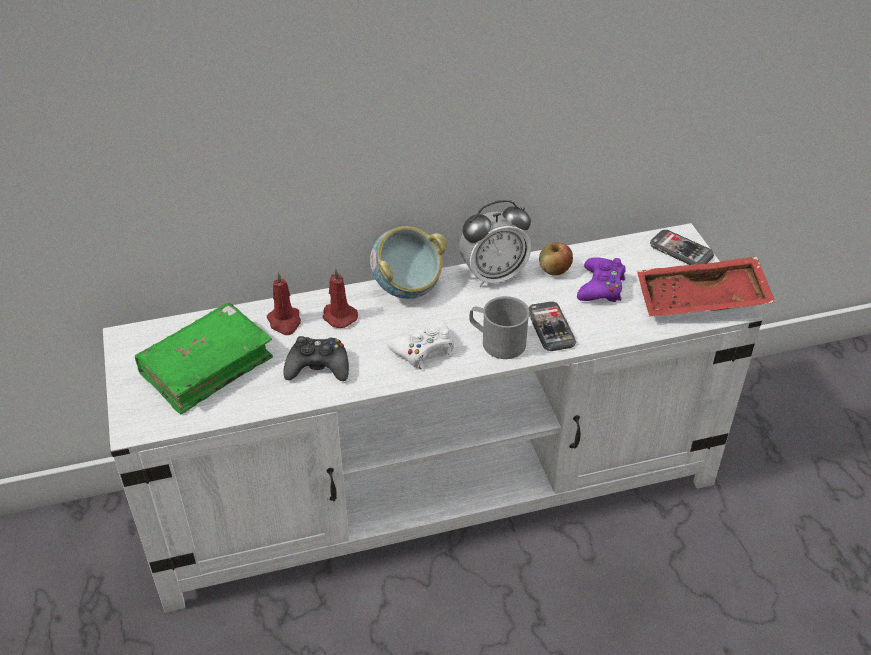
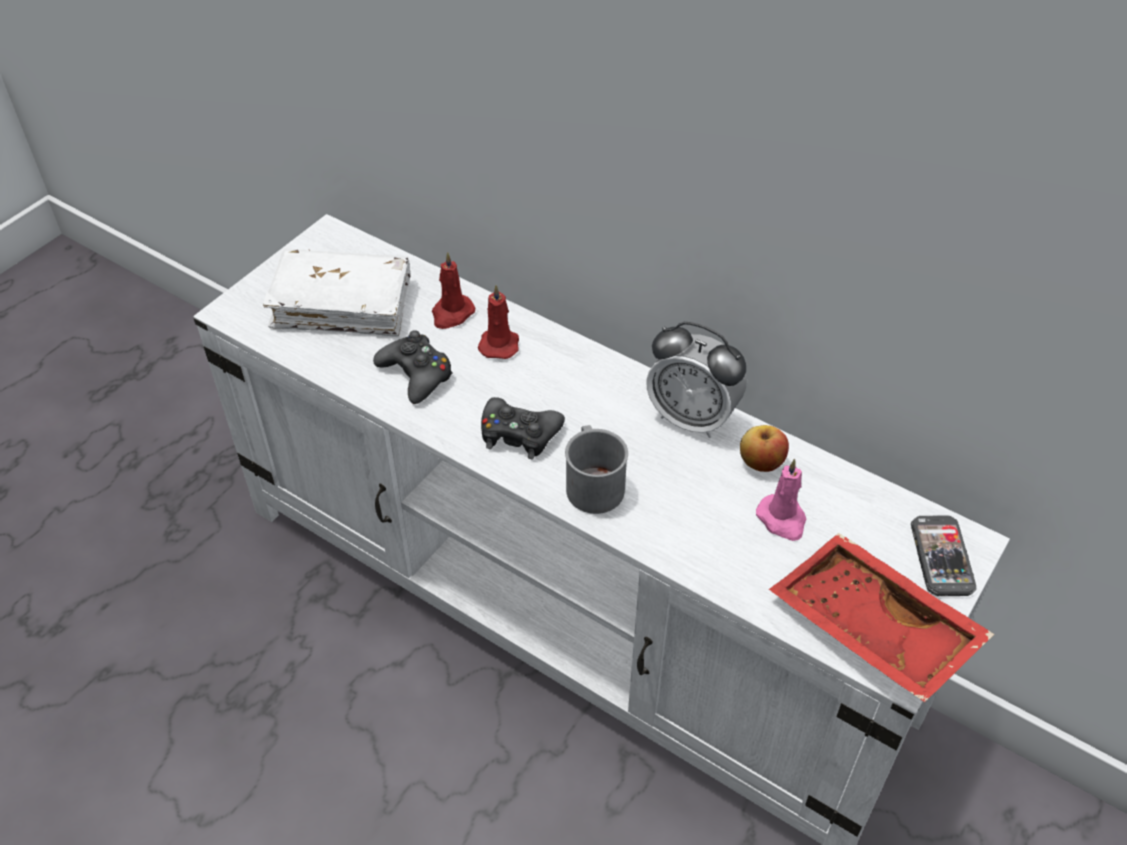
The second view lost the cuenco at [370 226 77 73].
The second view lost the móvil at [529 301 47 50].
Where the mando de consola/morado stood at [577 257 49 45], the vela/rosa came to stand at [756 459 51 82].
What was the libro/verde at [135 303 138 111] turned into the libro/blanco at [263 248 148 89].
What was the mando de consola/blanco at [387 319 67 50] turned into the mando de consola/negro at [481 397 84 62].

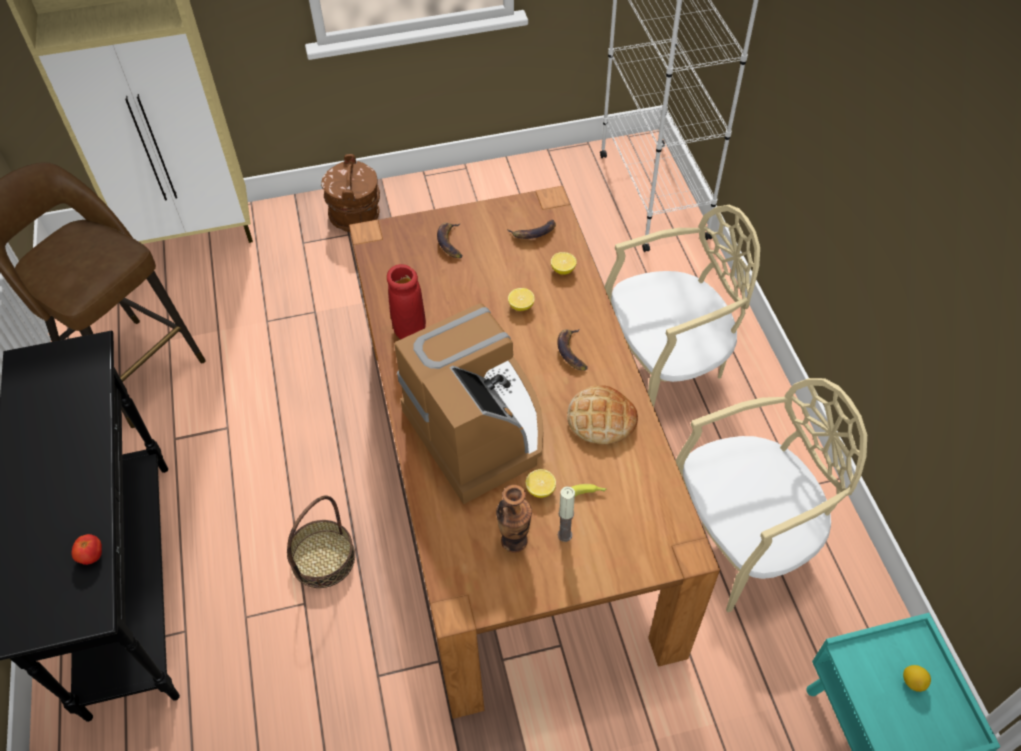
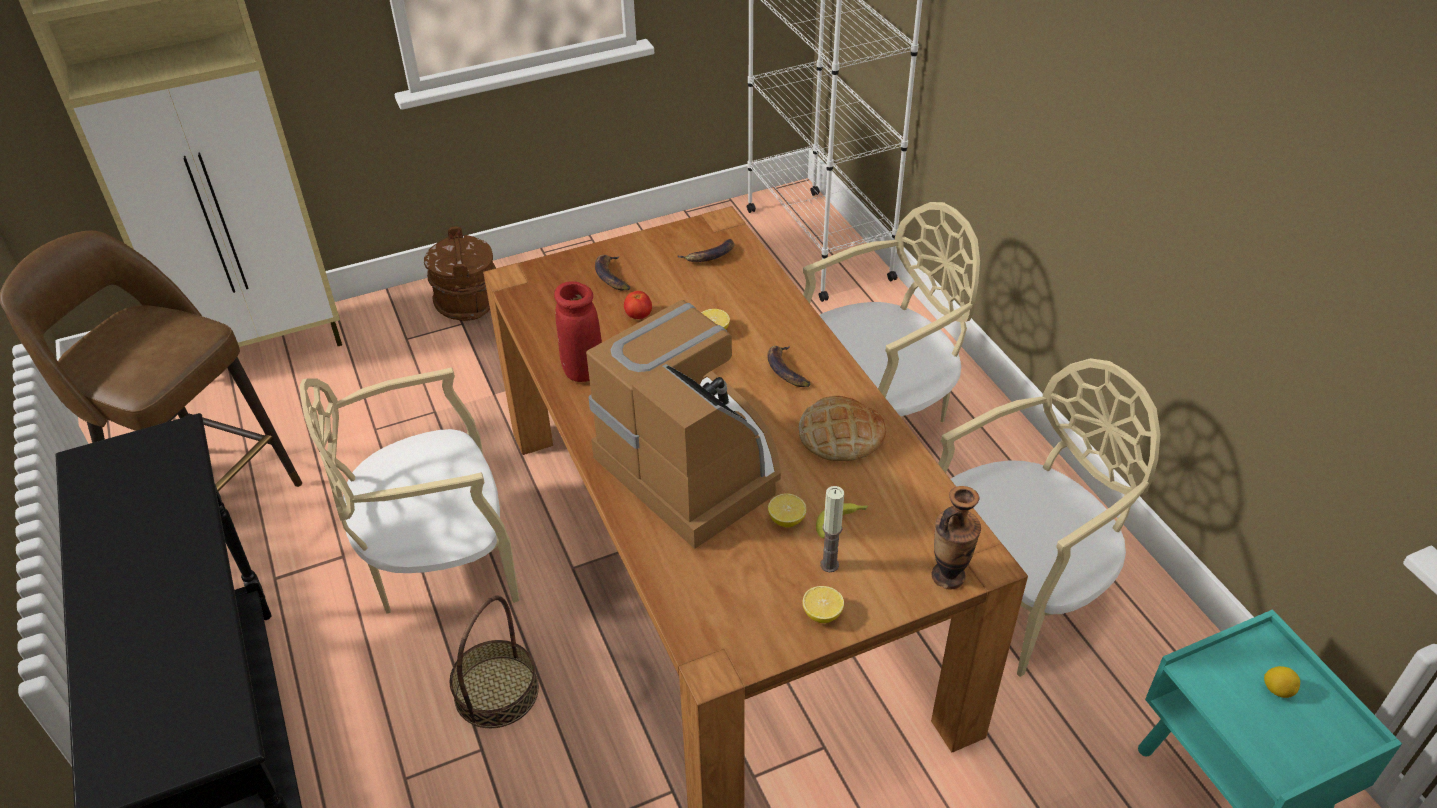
The second view gained the silla/beis at [300 367 219 247].
The tomate ended up elsewhere, having gone from [72 534 30 31] to [624 291 28 28].
The florero ended up elsewhere, having gone from [496 485 36 68] to [932 486 49 103].
The limón ended up elsewhere, having gone from [551 252 26 23] to [802 586 42 37].

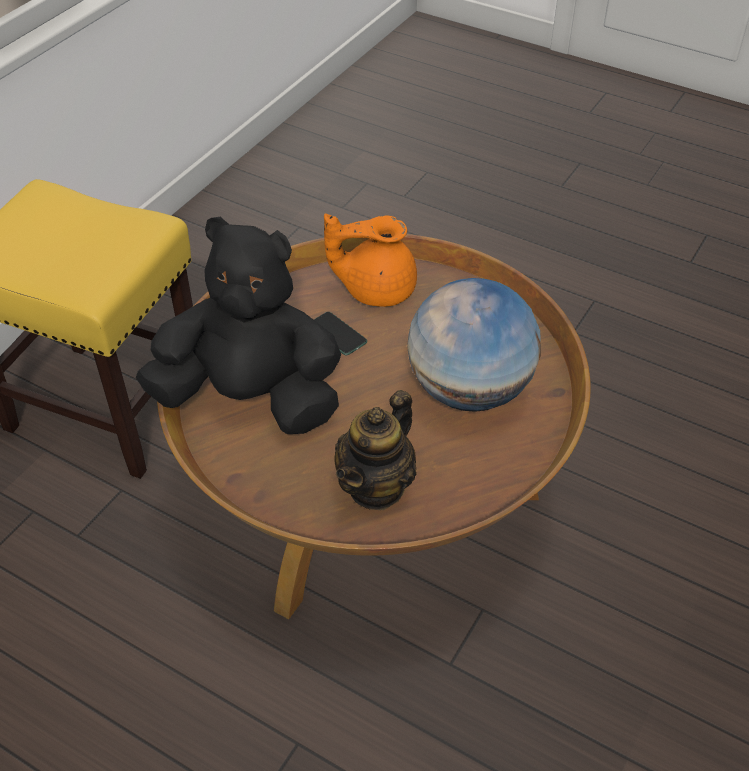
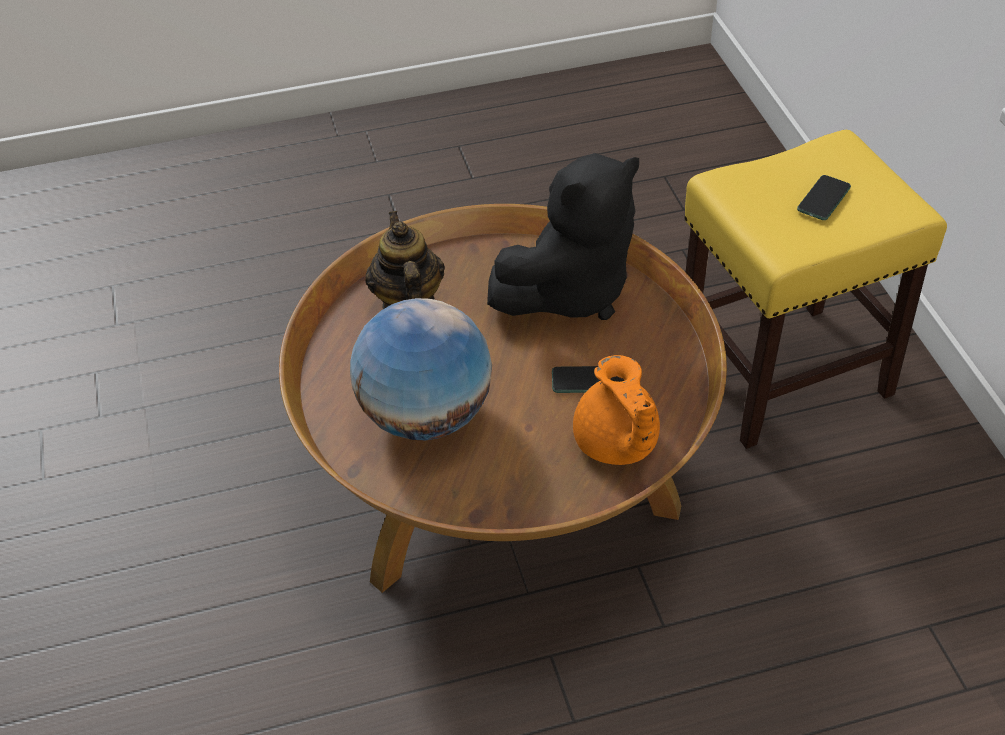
The second view gained the móvil at [797 175 54 45].
The tetera/naranja at [324 213 93 94] ended up facing another way, 120 degrees clockwise from before.

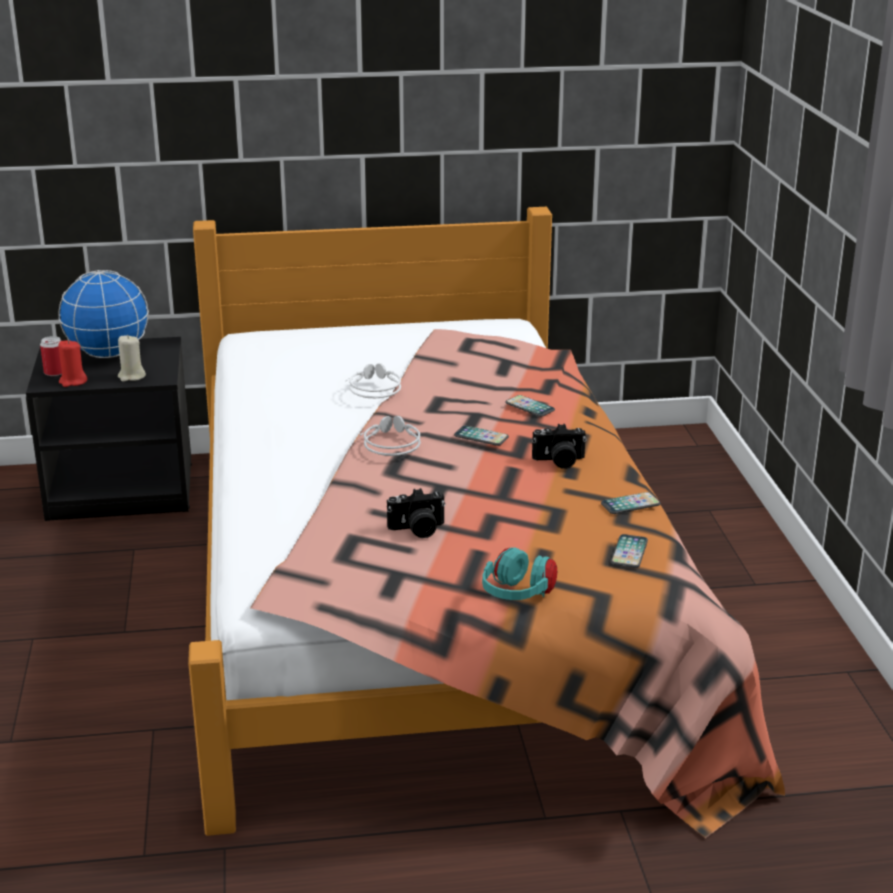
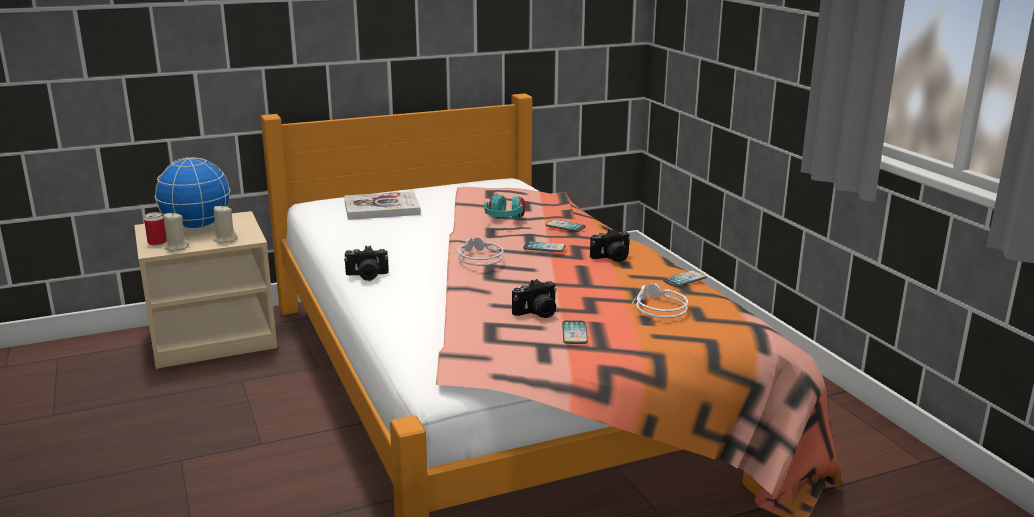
The second view gained the libro at [344 191 77 29].
The second view gained the cámara at [344 245 45 36].
The auriculares/blanco ended up elsewhere, having gone from [345 363 56 35] to [632 283 56 35].
The auriculares/turquesa ended up elsewhere, having gone from [482 547 75 53] to [484 194 41 26].
The móvil ended up elsewhere, having gone from [611 534 37 34] to [562 320 26 24].
What was the mesita de noche/negro at [26 337 166 184] turned into the mesita de noche/beis at [134 211 143 158].
What was the vela/rojo at [58 340 30 47] turned into the vela/beis at [163 213 26 39].

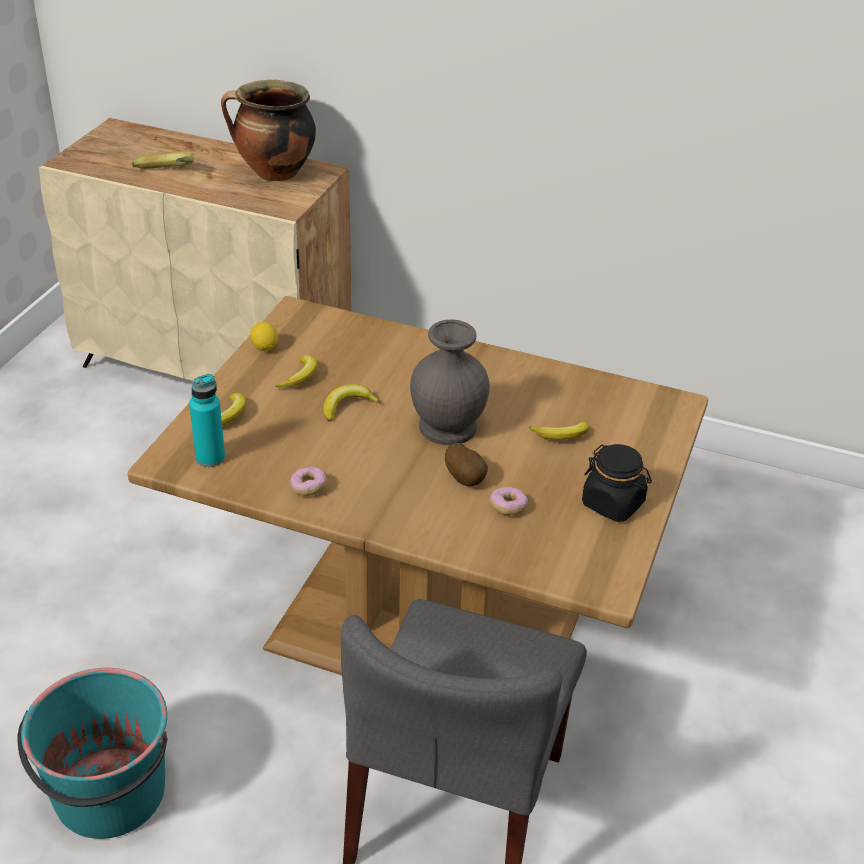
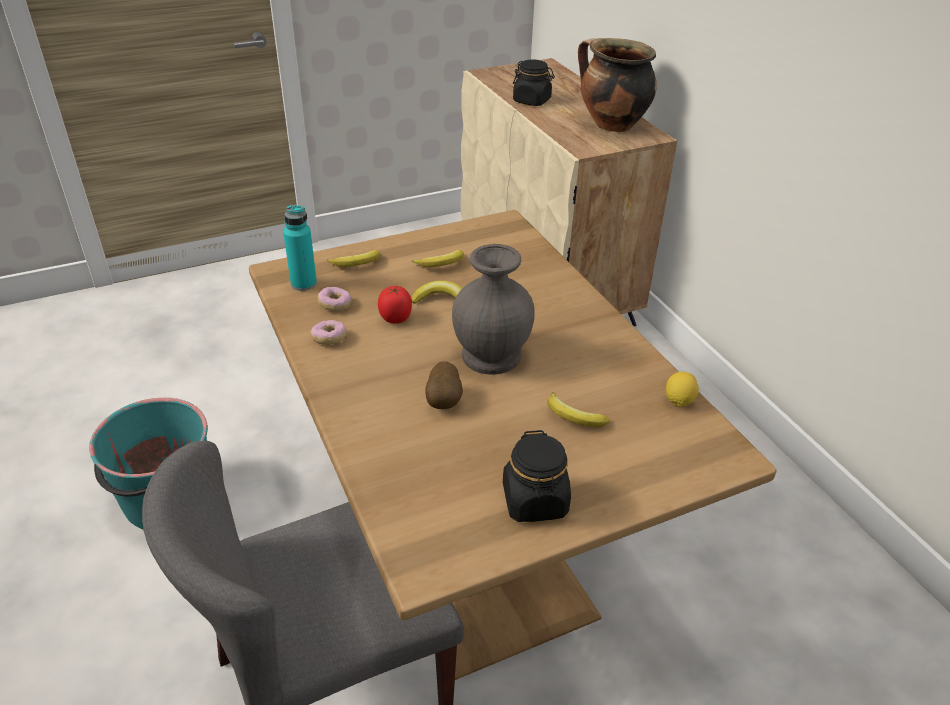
The second view gained the tomate at [378 286 34 38].
The limón ended up elsewhere, having gone from [250 322 28 29] to [666 372 33 35].
The rosquilla ended up elsewhere, having gone from [490 487 38 28] to [318 287 34 24].
Where the plátano stood at [132 151 62 18], the tarro/negro came to stand at [513 59 42 47].

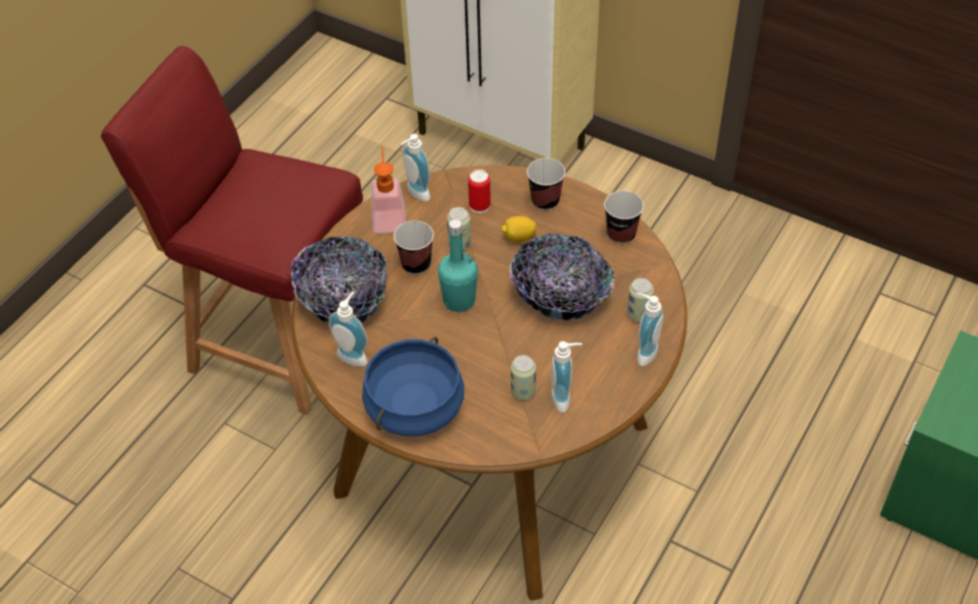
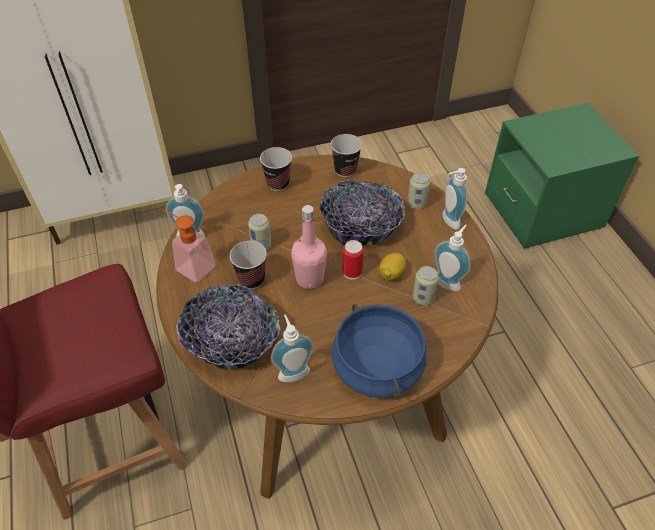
The lata ended up elsewhere, having gone from [468 169 23 44] to [342 240 22 40].
The limón ended up elsewhere, having gone from [501 216 36 26] to [379 253 27 27].
What was the botella/turquesa at [438 219 40 93] turned into the botella/rosa at [291 205 36 84].

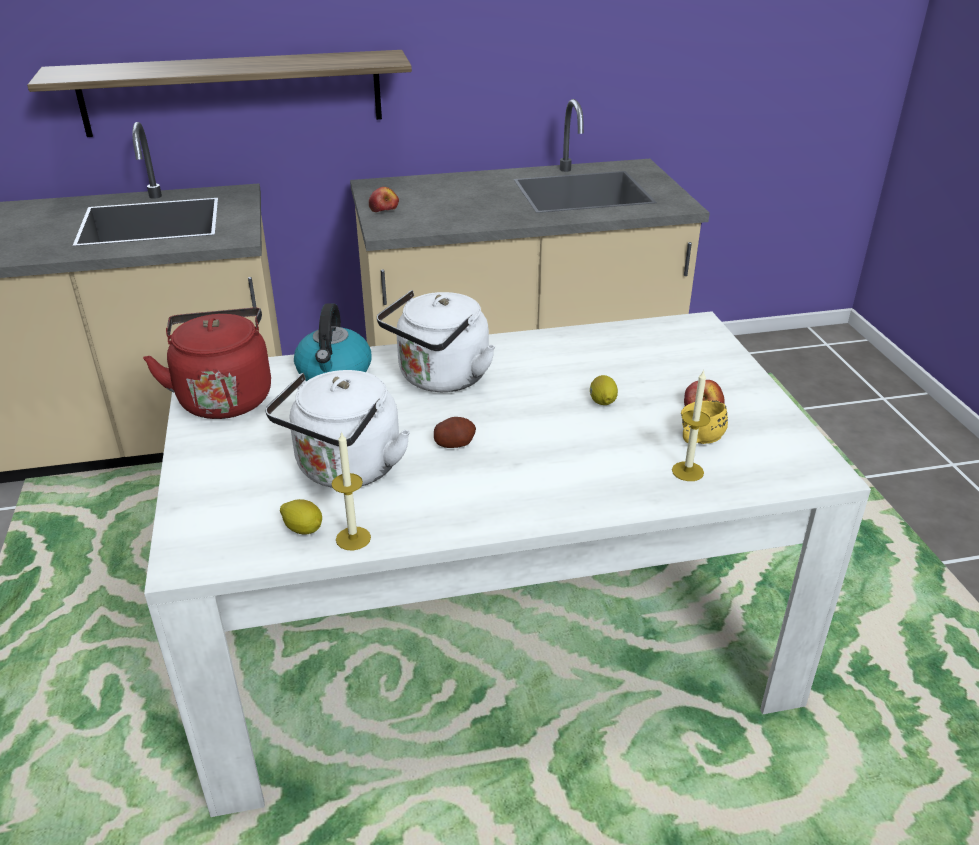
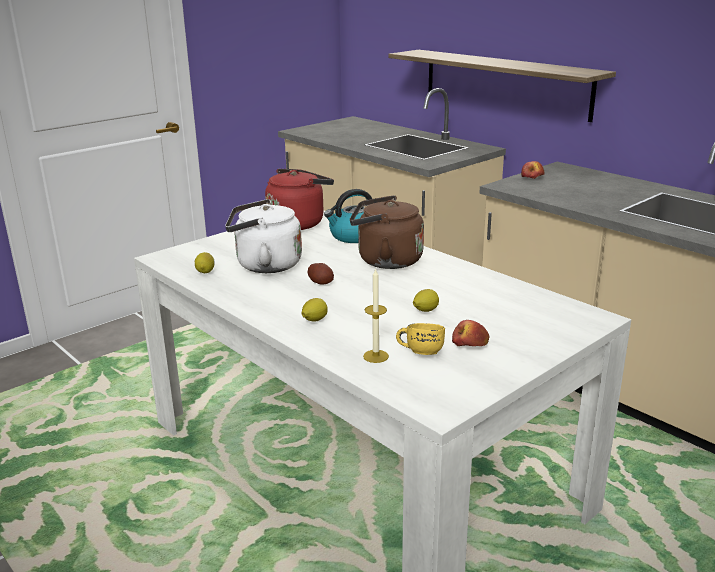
The second view lost the vela at [332 431 39 120].
The second view gained the limón at [301 298 27 23].
What was the hervidor/blanco at [377 290 118 102] turned into the hervidor/marrón at [350 195 74 74].

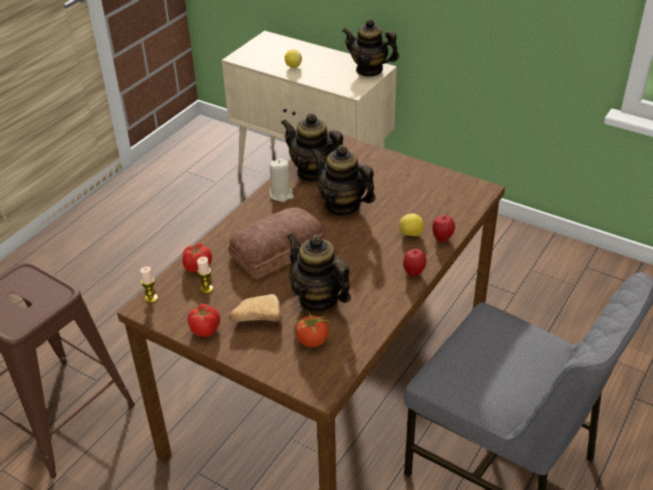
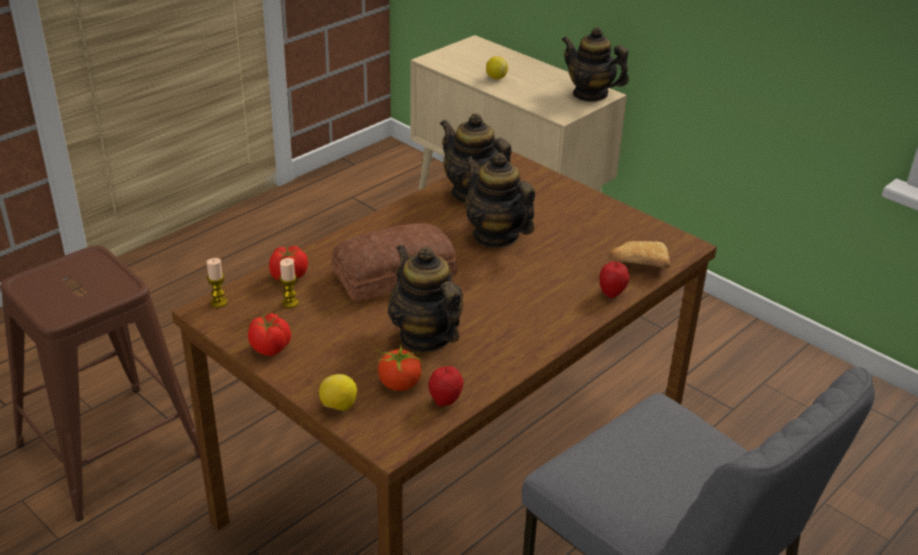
The second view lost the vela/beis at [269 159 25 43].
The pan ended up elsewhere, having gone from [229 294 53 28] to [609 241 61 27].
The limón ended up elsewhere, having gone from [399 213 25 23] to [319 374 38 37].
The manzana ended up elsewhere, having gone from [403 249 23 28] to [429 366 35 41].

